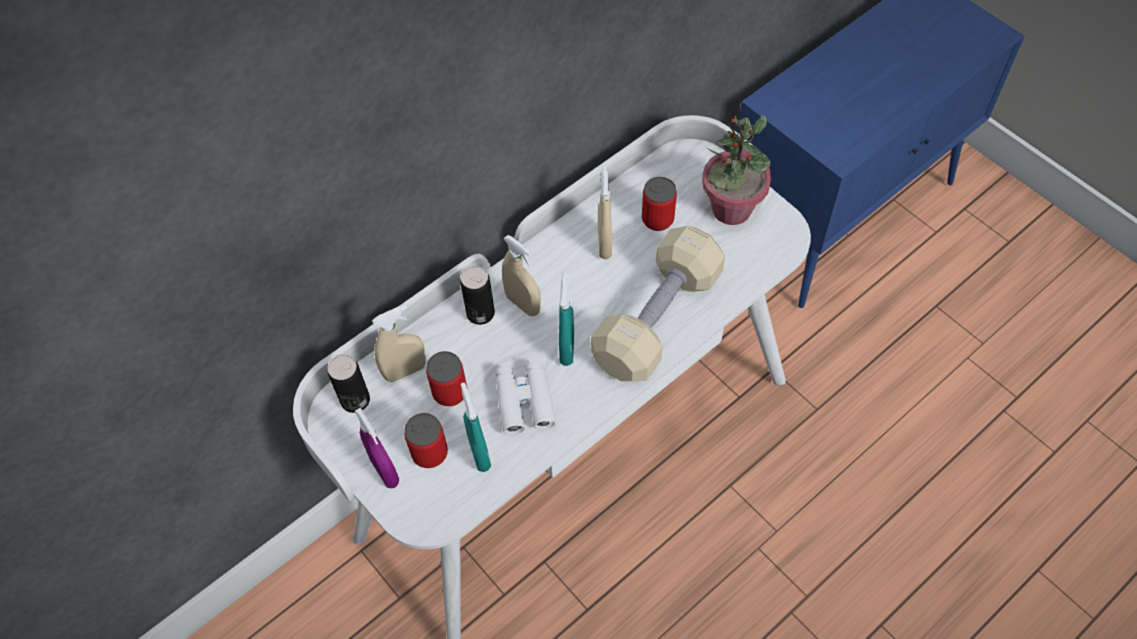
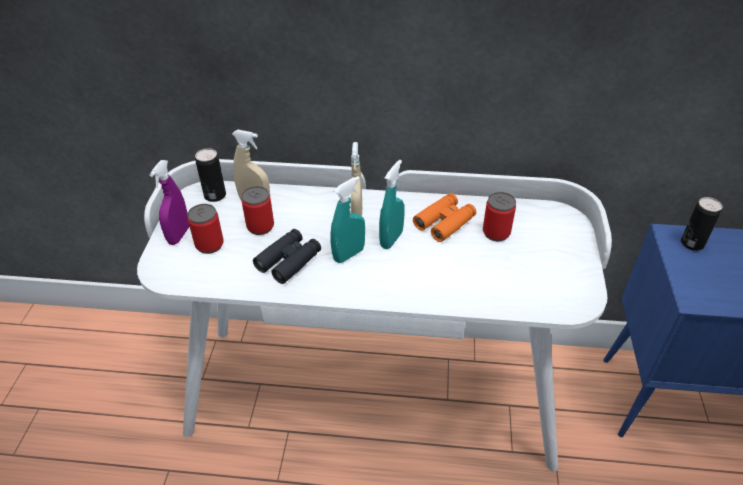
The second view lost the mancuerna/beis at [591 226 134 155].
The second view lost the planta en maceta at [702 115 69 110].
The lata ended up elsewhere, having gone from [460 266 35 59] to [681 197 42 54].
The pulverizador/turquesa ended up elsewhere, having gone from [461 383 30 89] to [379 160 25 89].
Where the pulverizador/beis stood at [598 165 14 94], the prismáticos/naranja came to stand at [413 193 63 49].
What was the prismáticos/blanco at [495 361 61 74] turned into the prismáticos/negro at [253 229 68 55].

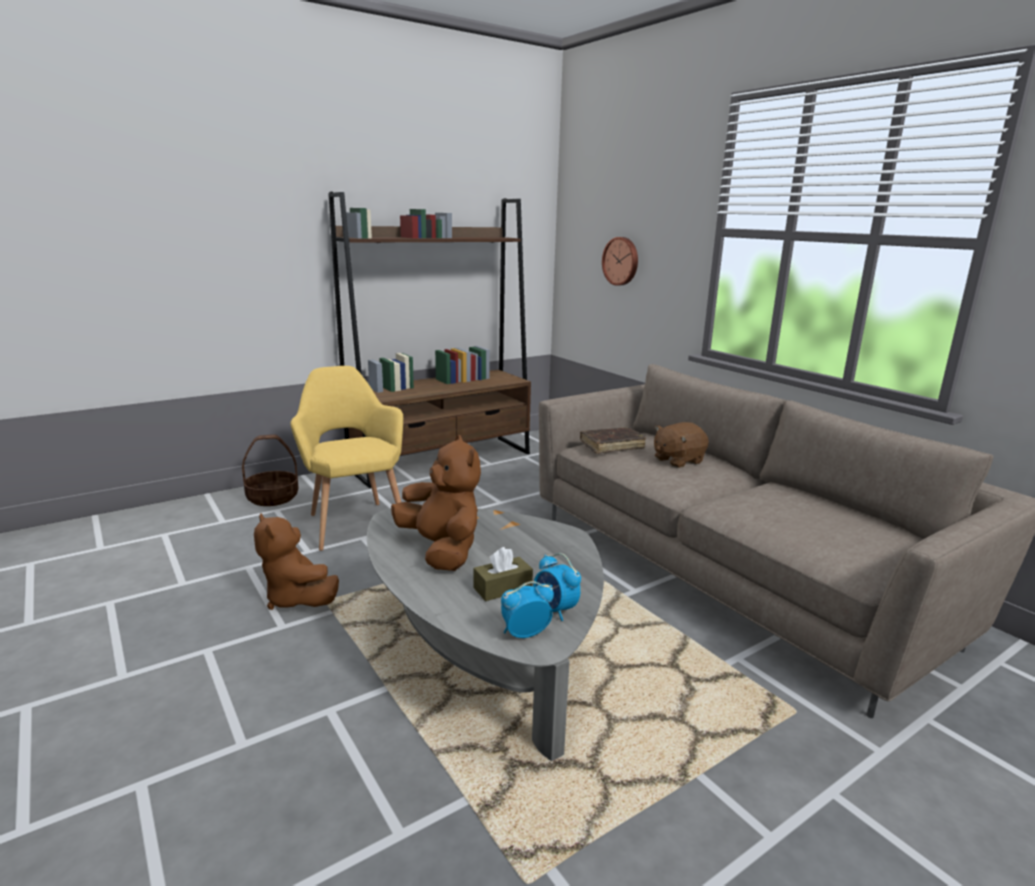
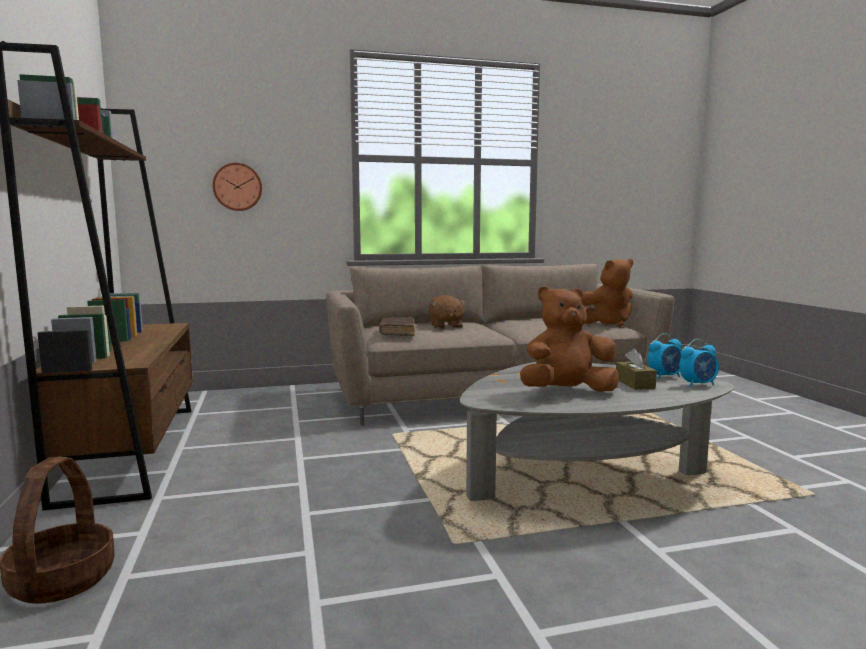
The second view lost the sillón/amarillo at [290 366 113 185].
The peluche/marrón ended up elsewhere, having gone from [254 514 85 96] to [582 259 51 68].
The despertador at [501 581 53 57] ended up facing another way, 105 degrees counterclockwise from before.

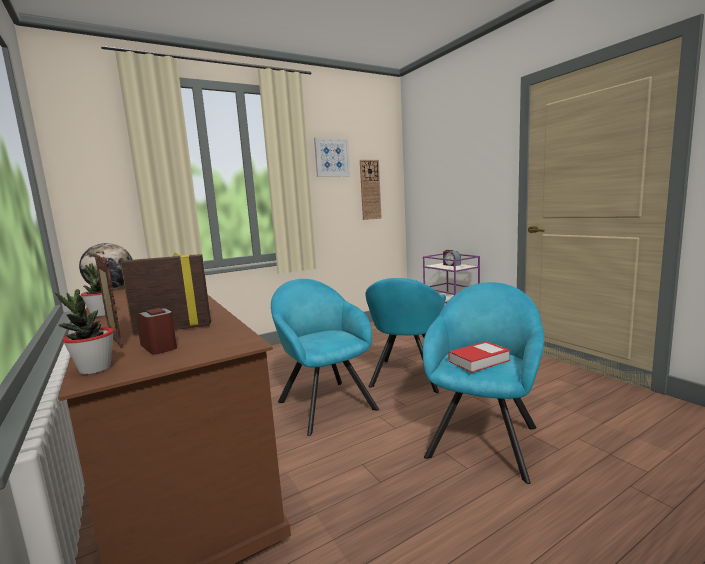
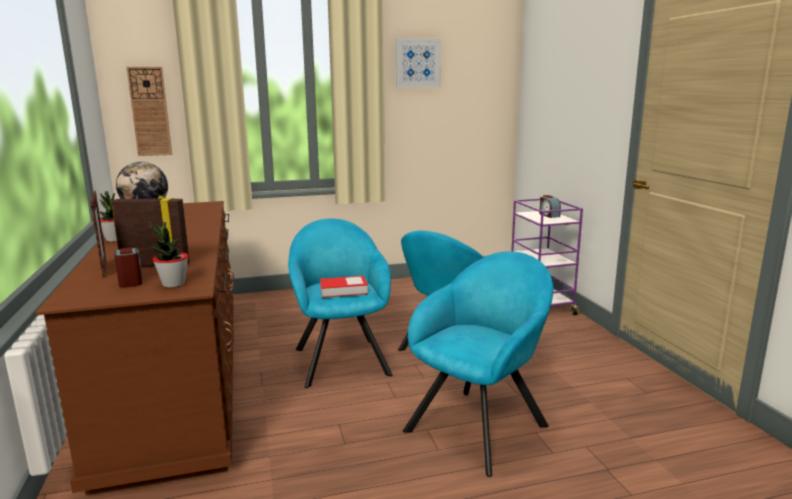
The planta en maceta ended up elsewhere, having gone from [55 289 59 86] to [149 222 39 66].
The reloj de pared ended up elsewhere, having gone from [360 160 21 60] to [126 67 46 89].
The libro ended up elsewhere, having gone from [449 341 61 32] to [320 276 48 22].

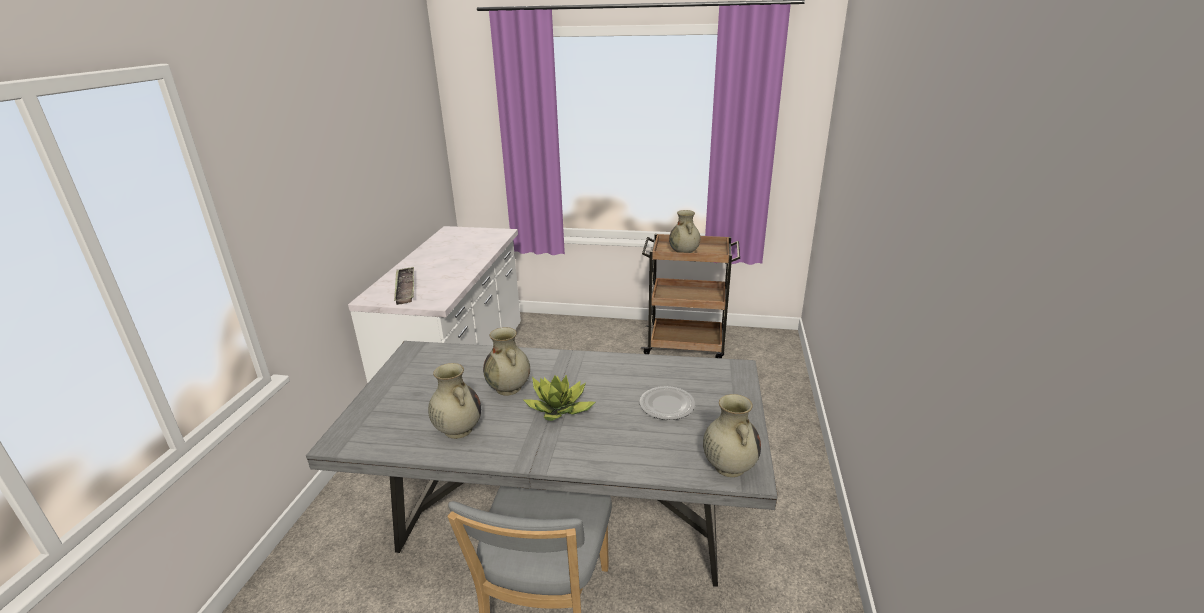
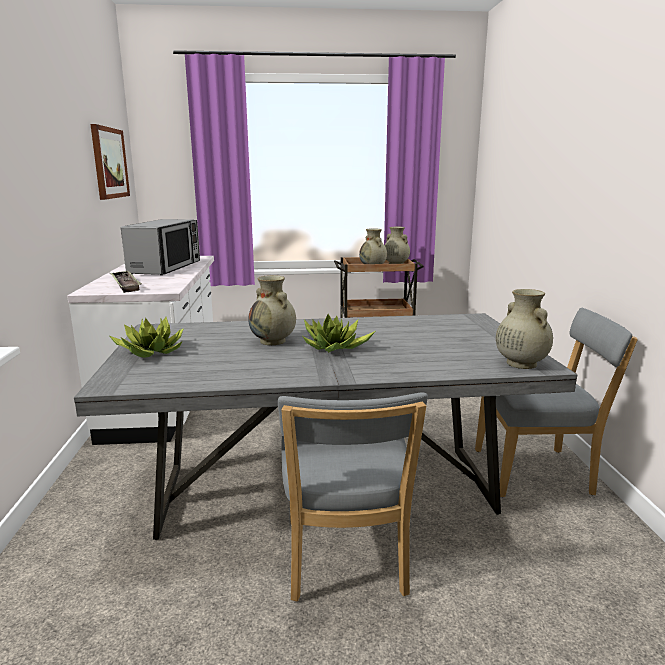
The second view lost the plato at [639 386 56 34].
The second view gained the cuadro at [90 124 40 76].
The second view gained the planta en maceta at [108 317 76 41].
The second view gained the microondas at [121 219 79 56].
The second view gained the silla/gris at [475 308 163 189].
The florero/beis ended up elsewhere, having gone from [428 363 53 76] to [385 227 25 37].

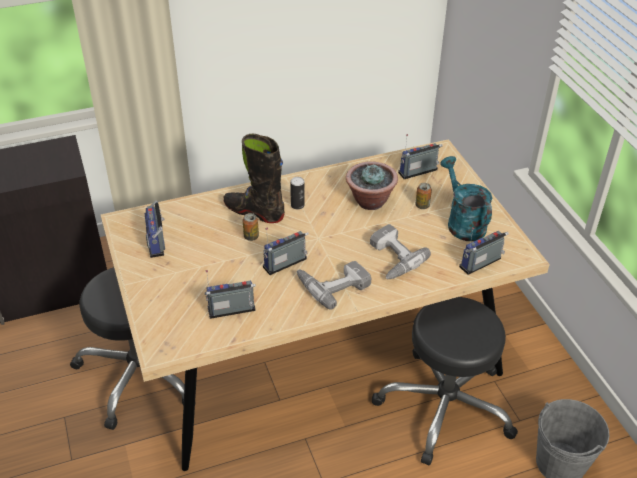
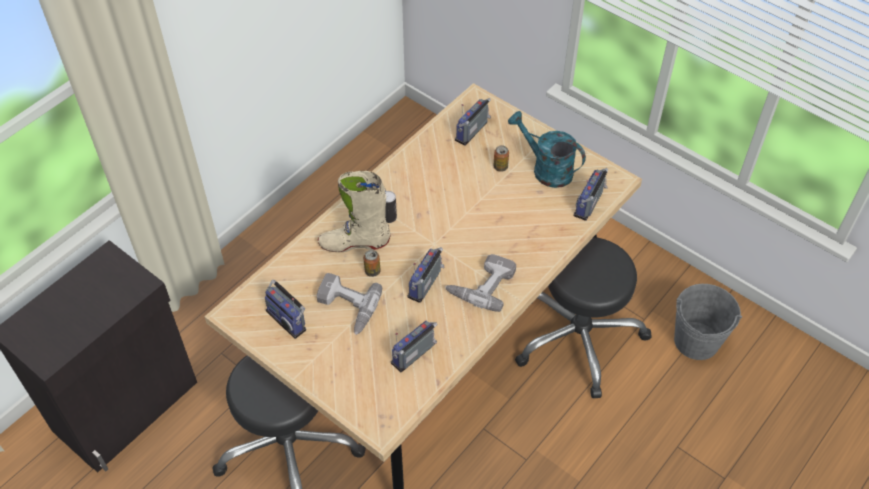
The second view lost the planta en maceta at [346 161 52 49].
The taladro ended up elsewhere, having gone from [370 224 61 55] to [317 273 65 62].
What was the bota/negro at [224 134 61 89] turned into the bota/beis at [318 171 73 81].

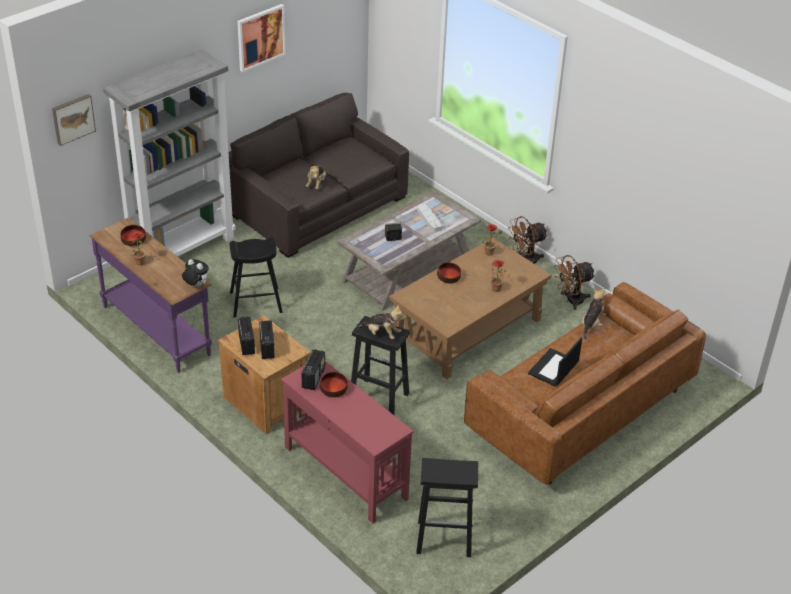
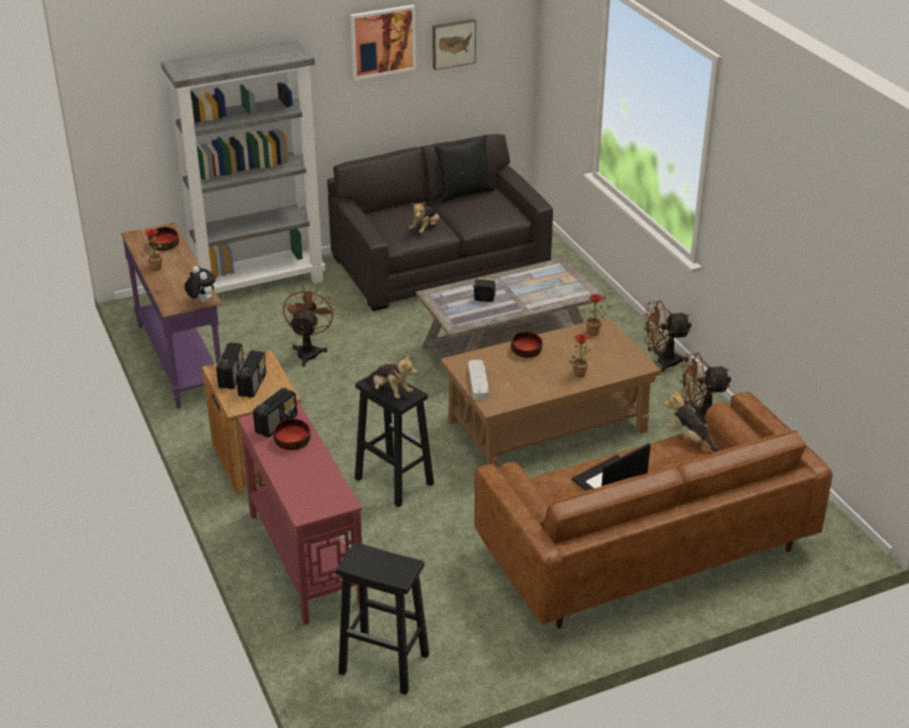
The second view gained the cojín/negro at [434 135 61 68].
The cuadro ended up elsewhere, having gone from [52 94 44 52] to [432 19 44 51].
The bandeja/gris ended up elsewhere, having gone from [417 204 25 28] to [468 360 21 40].
Where the taburete/negro stood at [230 237 53 81], the ventilador/marrón came to stand at [283 286 52 81].
The peluche at [582 288 24 52] ended up facing another way, 90 degrees counterclockwise from before.

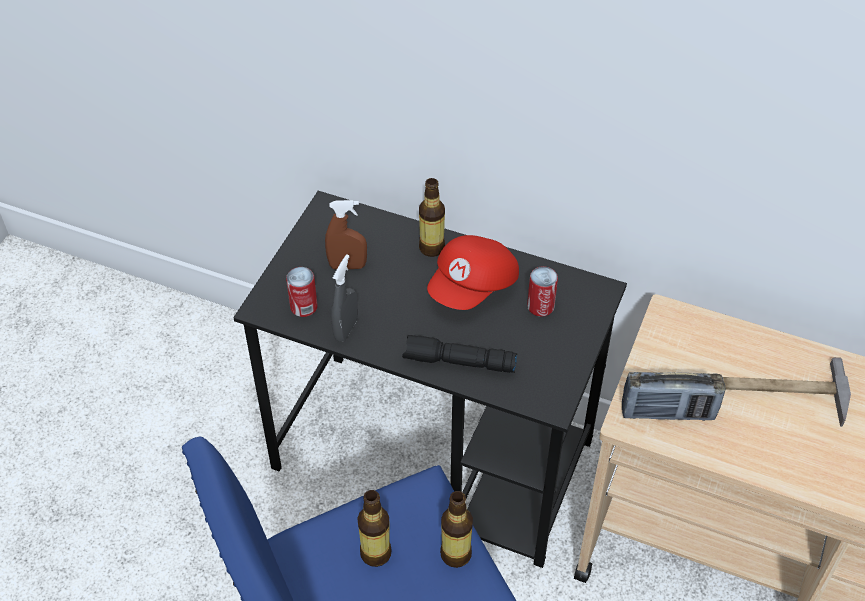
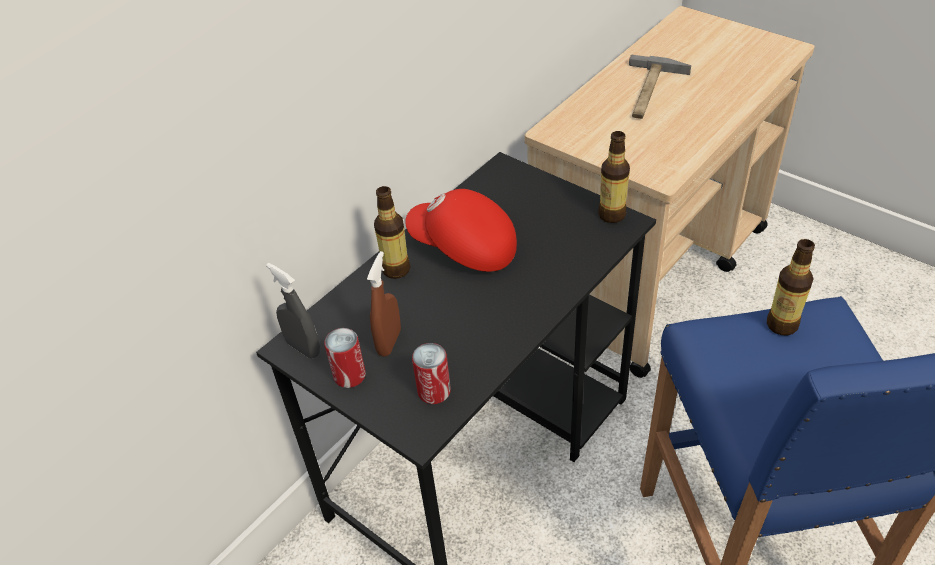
The second view lost the linterna/negro at [402 335 116 38].
The second view lost the radio at [622 372 103 49].
The pulverizador/gris ended up elsewhere, having gone from [331 255 27 87] to [266 263 54 96].
The botella ended up elsewhere, having gone from [357 490 35 77] to [598 131 32 92].
The lata ended up elsewhere, having gone from [527 266 31 51] to [324 328 42 60].
The gorra/rojo at [427 235 92 75] ended up facing another way, 150 degrees clockwise from before.

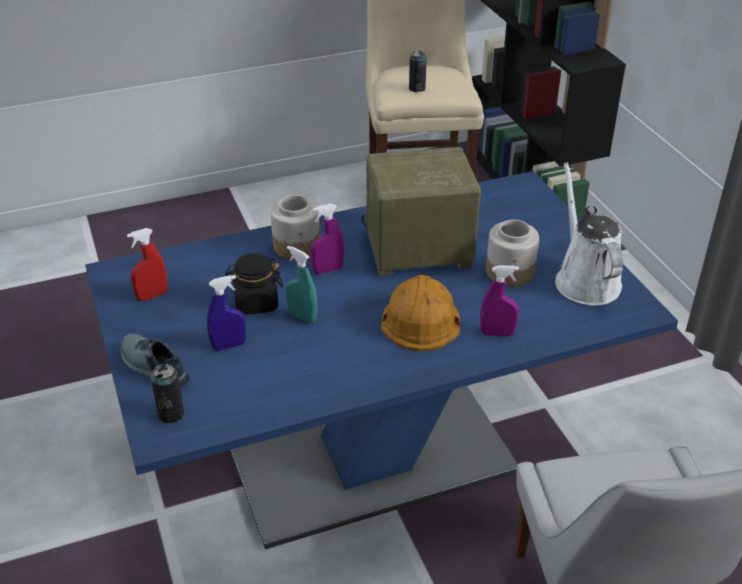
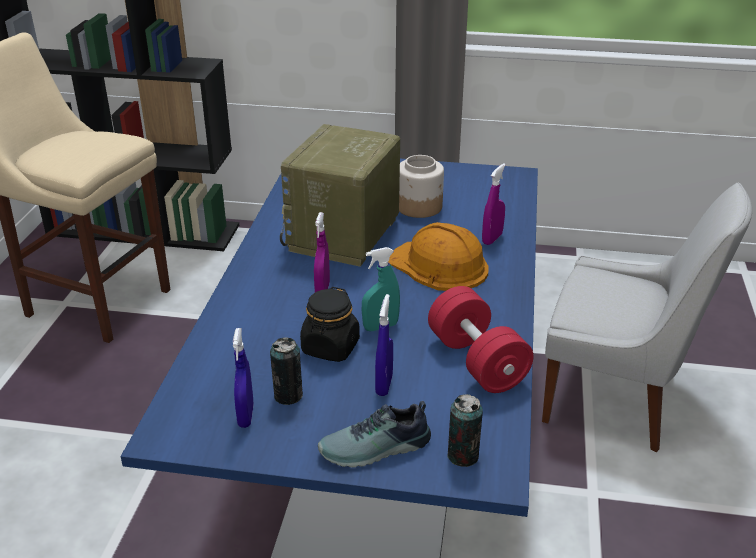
The second view lost the tarro at [270 195 50 65].
The second view lost the regadera/blanco at [555 162 68 144].
The second view gained the mancuerna/rojo at [428 286 106 107].
The lata ended up elsewhere, having gone from [409 51 18 41] to [270 337 33 68].
What was the pulverizador/rojo at [127 228 41 73] turned into the pulverizador/azul at [233 328 21 100].

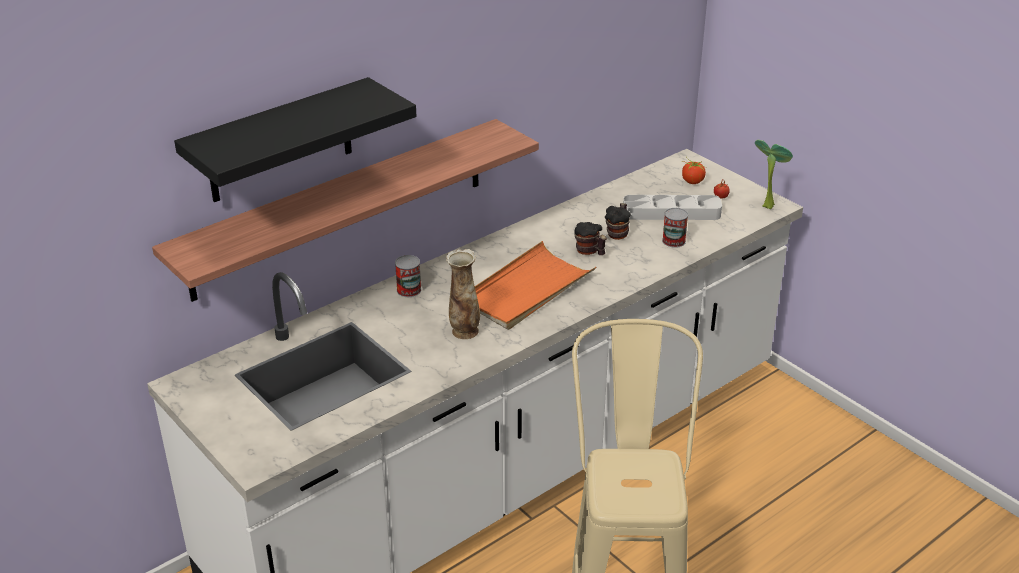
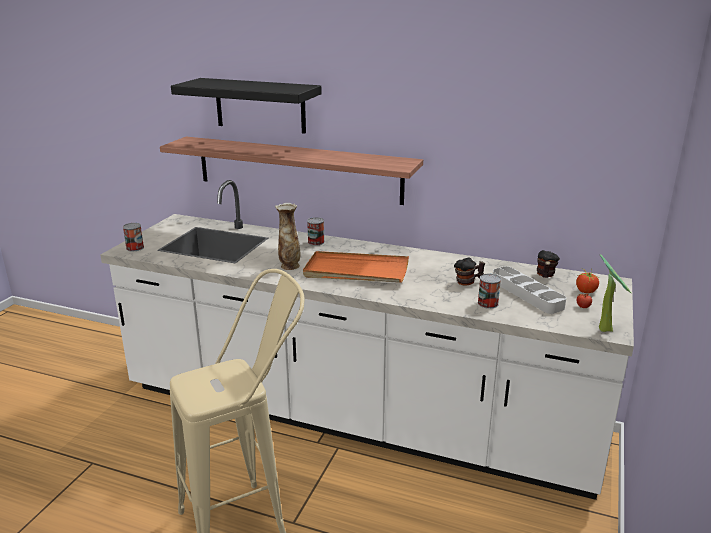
The second view gained the lata at [123 223 21 28].
The taza grande ended up elsewhere, having gone from [574 222 33 33] to [537 250 23 28].

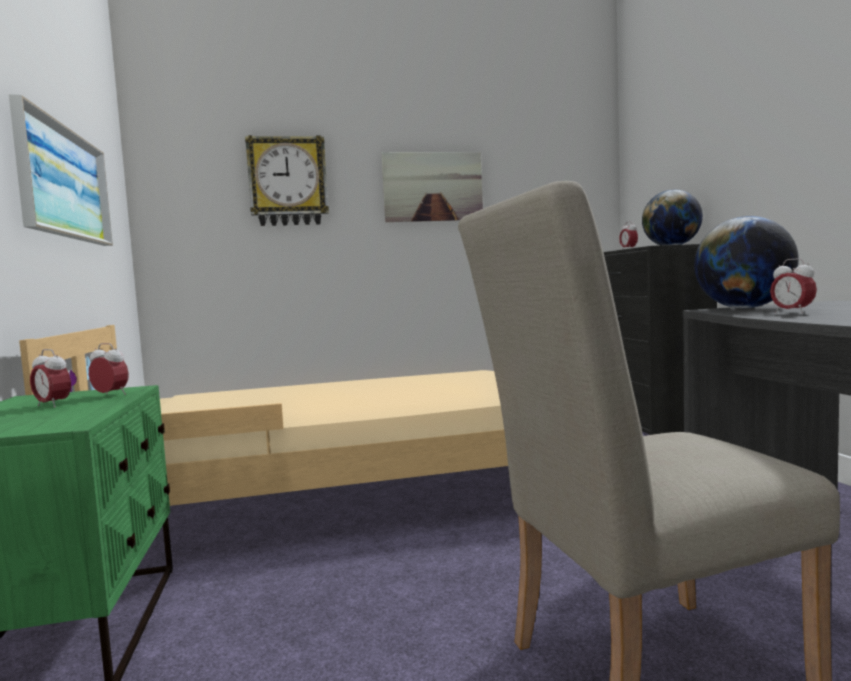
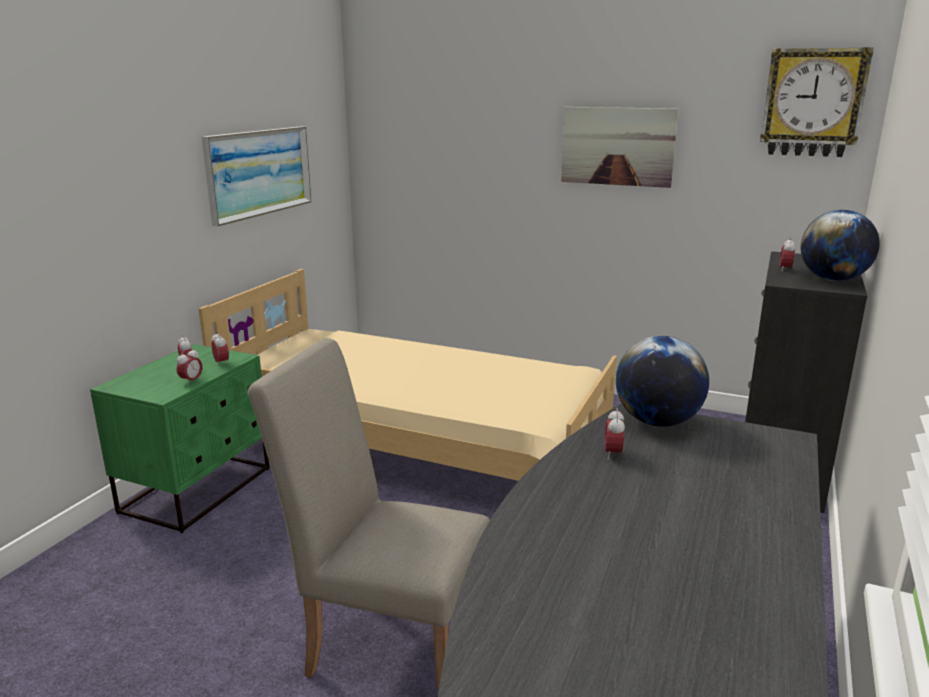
The second view gained the despertador at [177 348 25 37].
The reloj de pared ended up elsewhere, having gone from [245 135 84 91] to [760 47 113 110].

